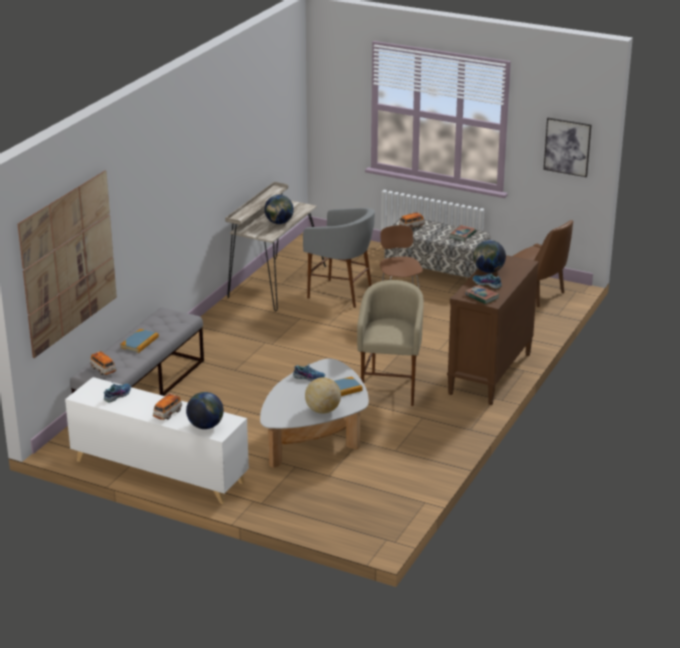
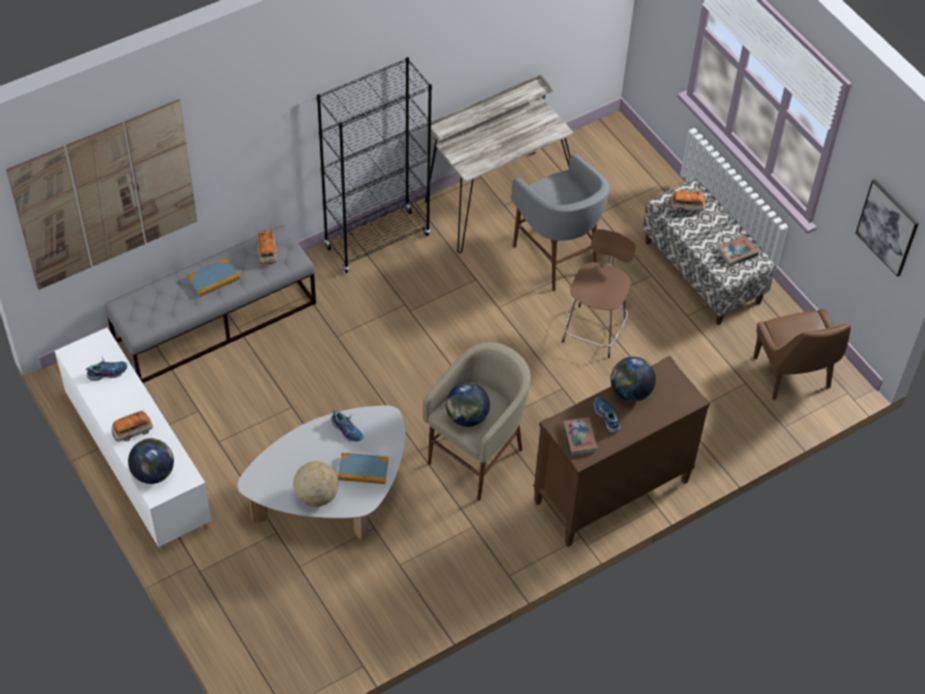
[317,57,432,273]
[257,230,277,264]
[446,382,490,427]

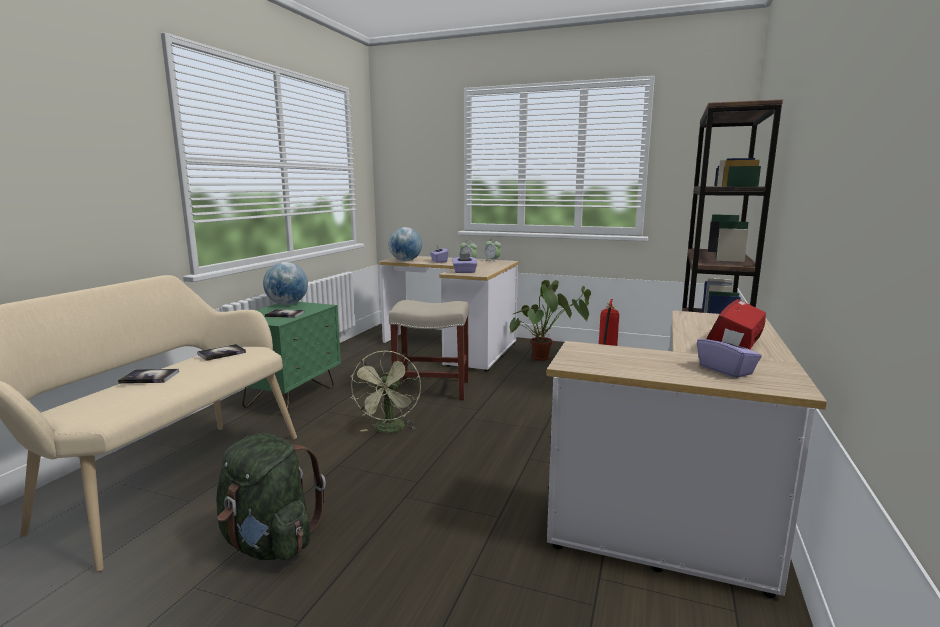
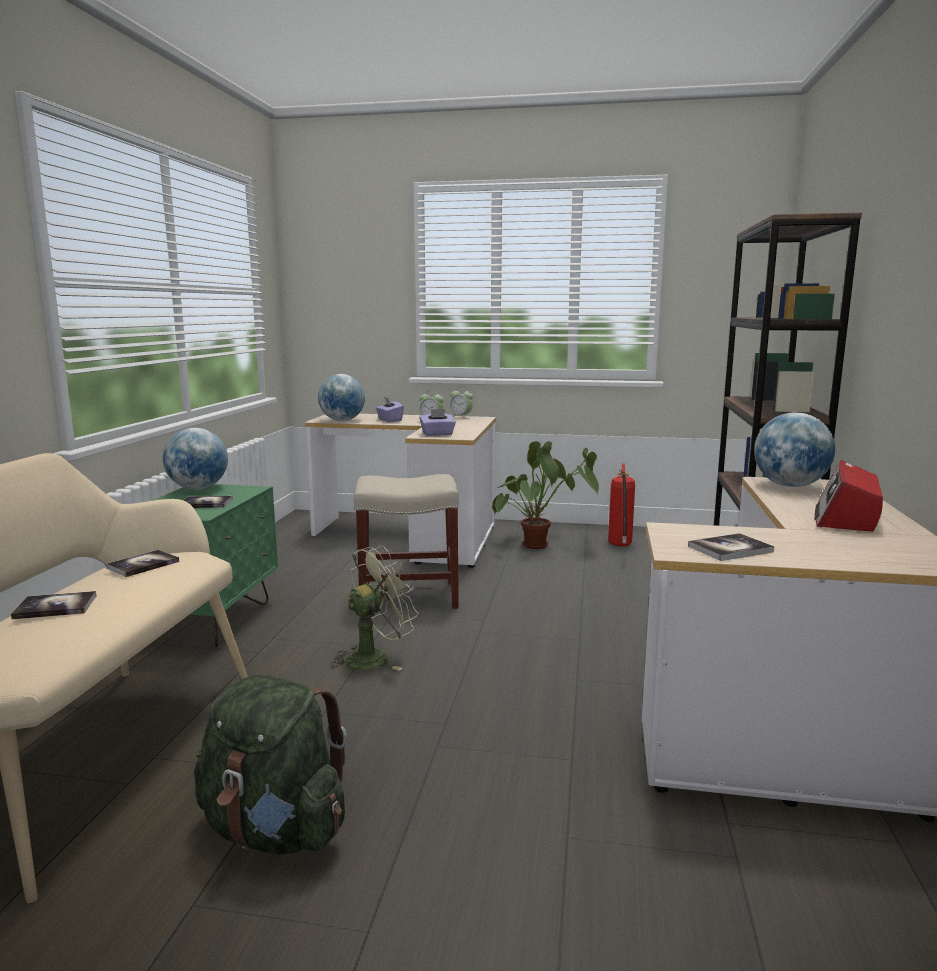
[697,328,762,378] (first image)
[688,533,775,561]
[754,412,835,487]
[330,545,419,671]

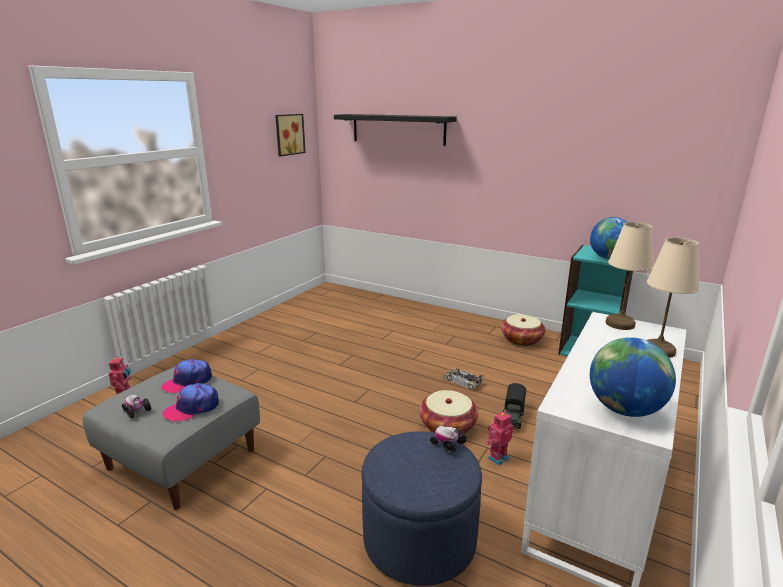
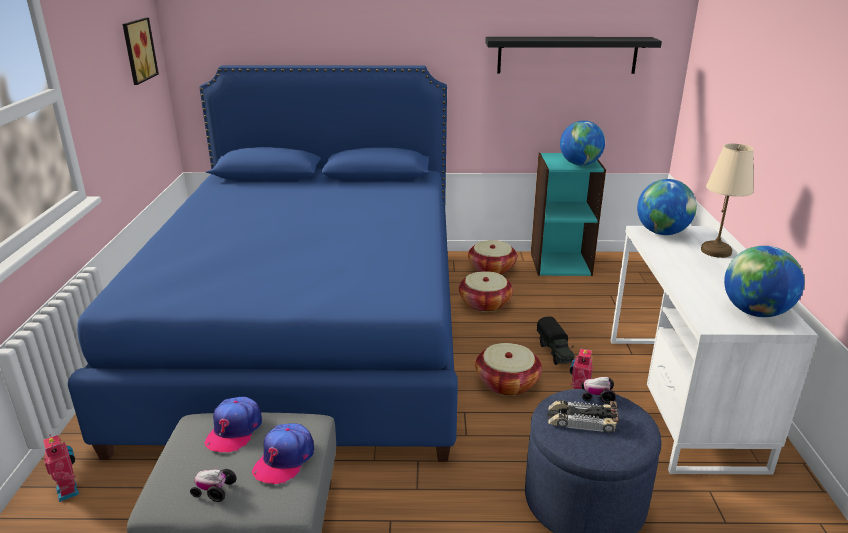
[68,65,458,462]
[459,271,513,312]
[485,37,662,74]
[546,400,619,433]
[637,179,697,235]

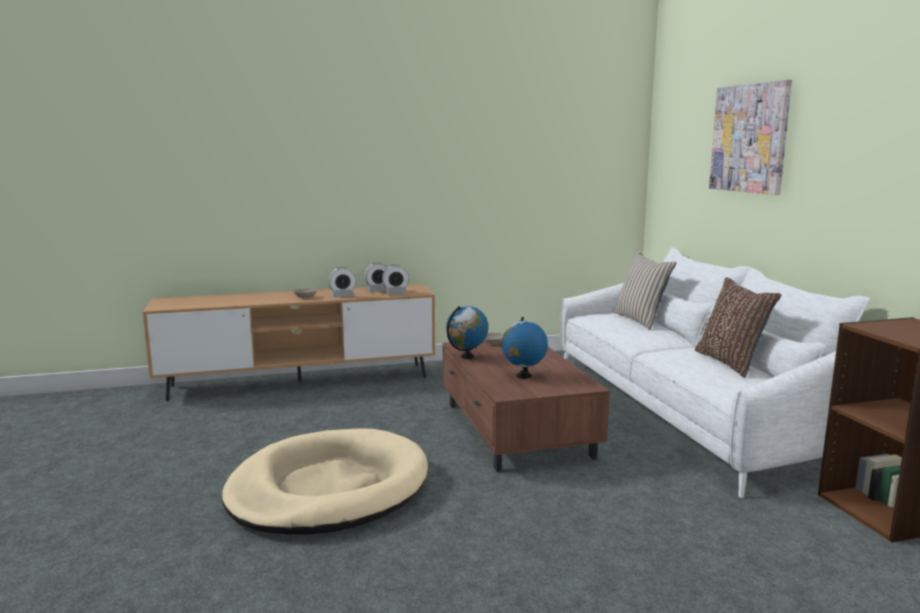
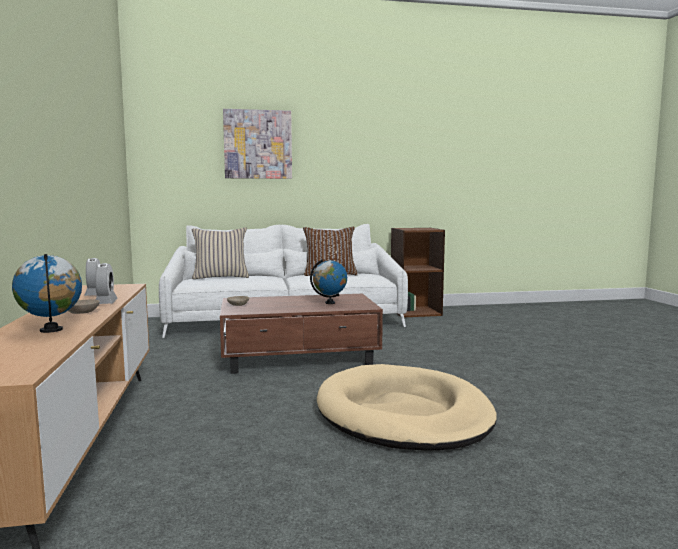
[382,265,409,295] (first image)
[12,254,82,333]

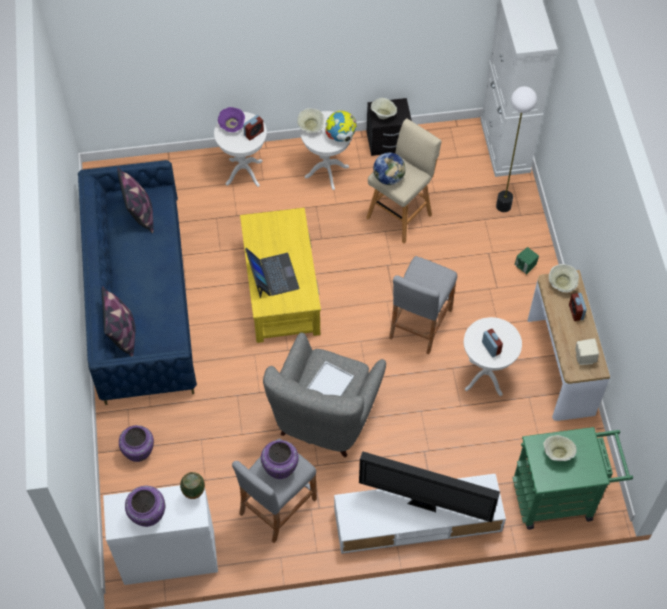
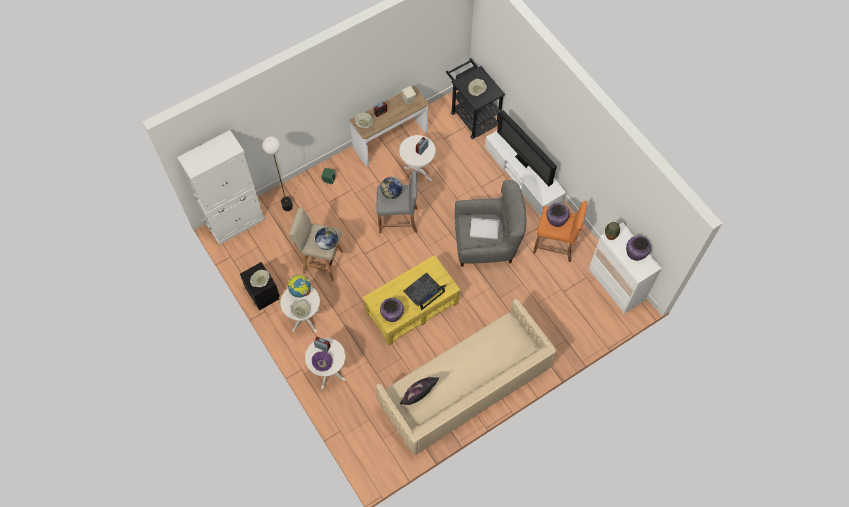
[102,286,136,357] (first image)
[380,177,402,199]
[380,298,404,322]
[376,299,556,455]
[533,201,587,262]
[446,58,505,139]
[497,110,557,186]

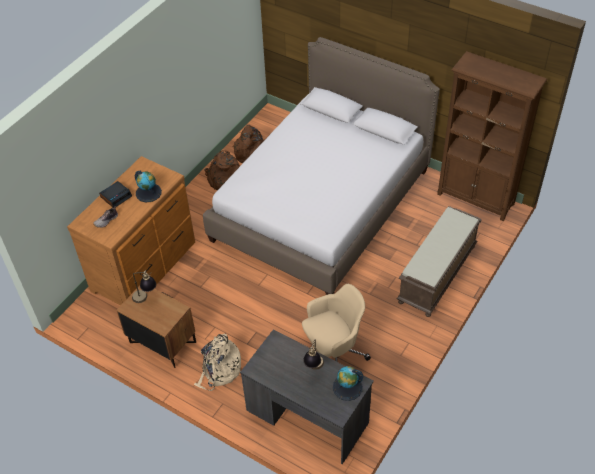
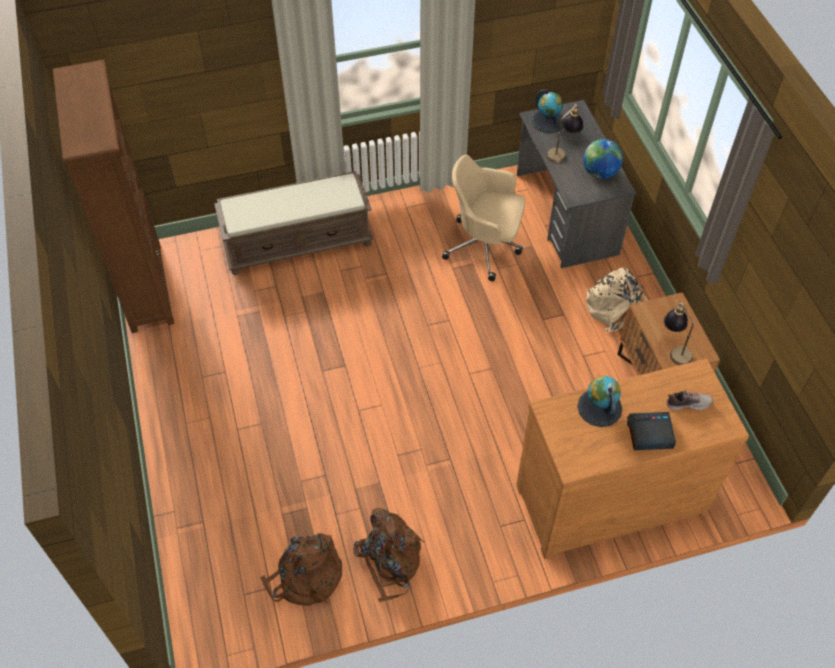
[203,37,440,295] (first image)
[583,139,623,179]

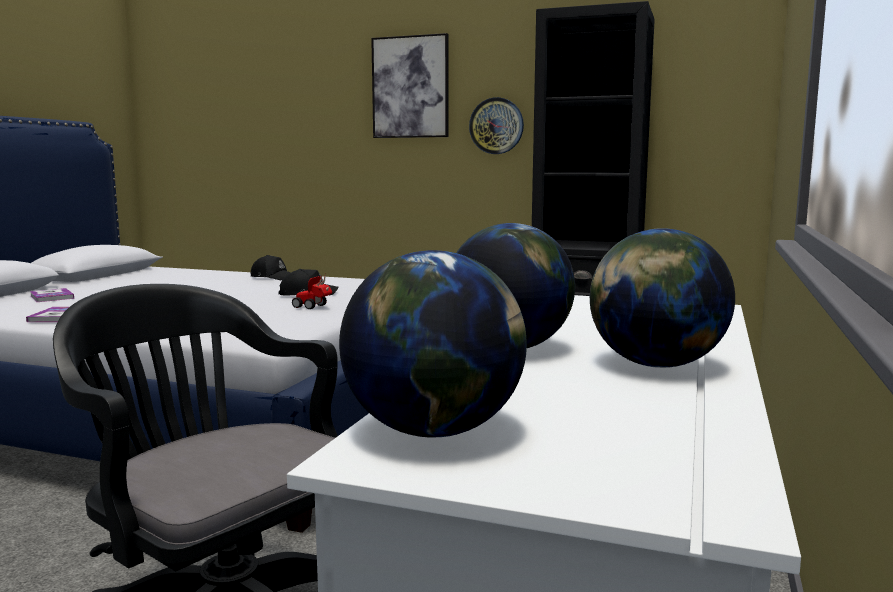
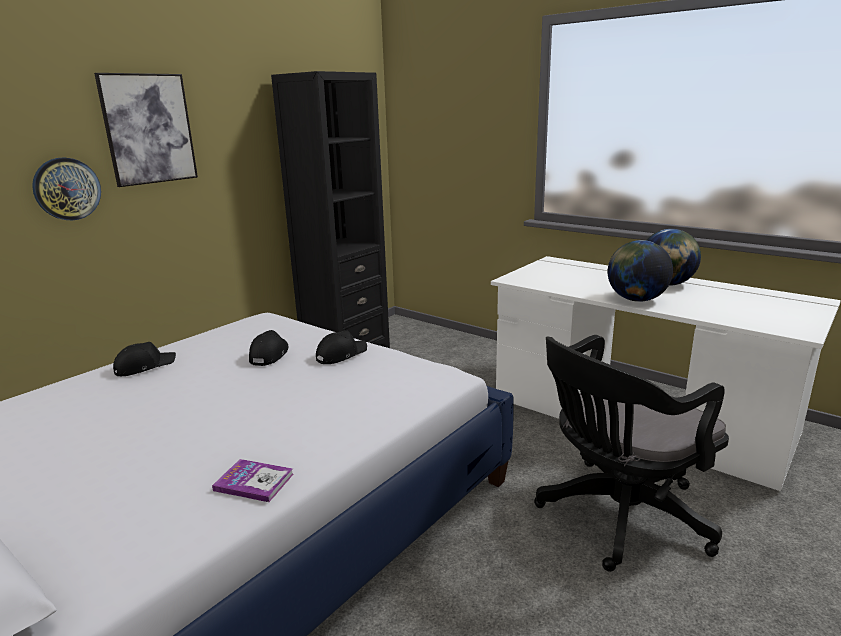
[30,288,74,302] (first image)
[339,250,527,437] (first image)
[32,157,101,220]
[316,330,367,364]

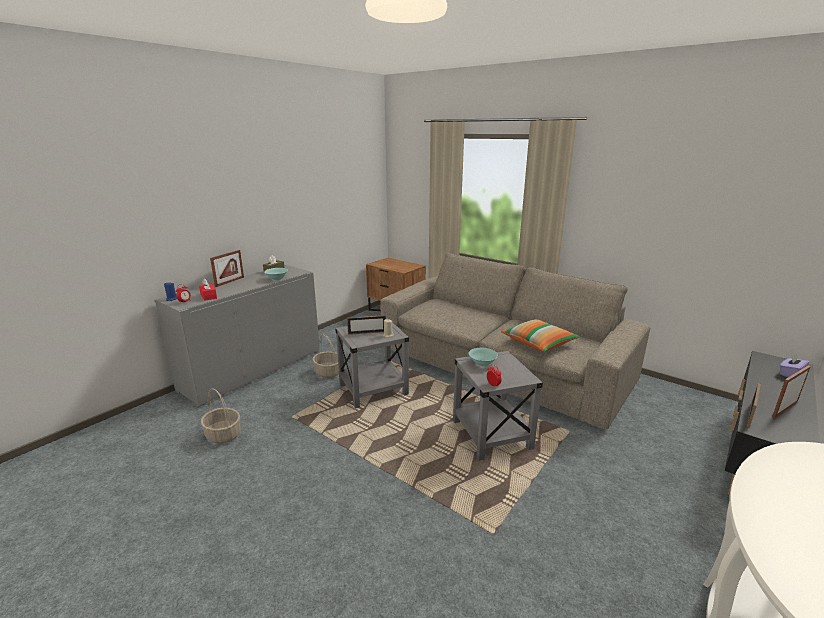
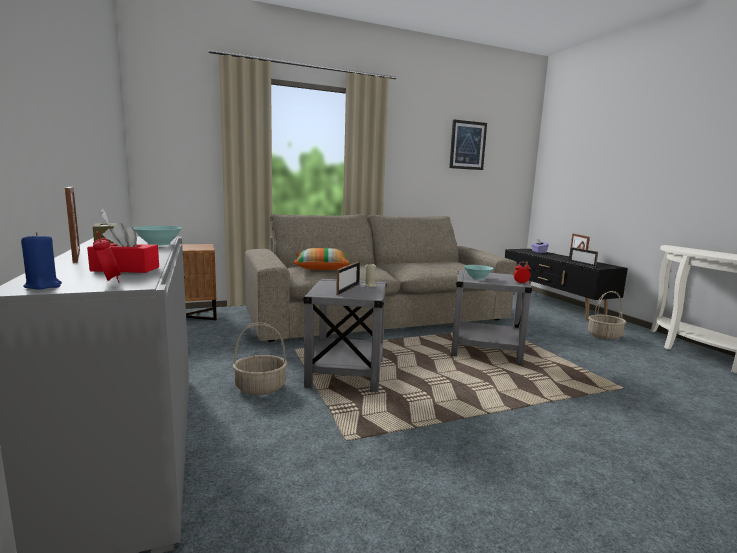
[449,119,487,170]
[588,291,626,340]
[293,248,351,270]

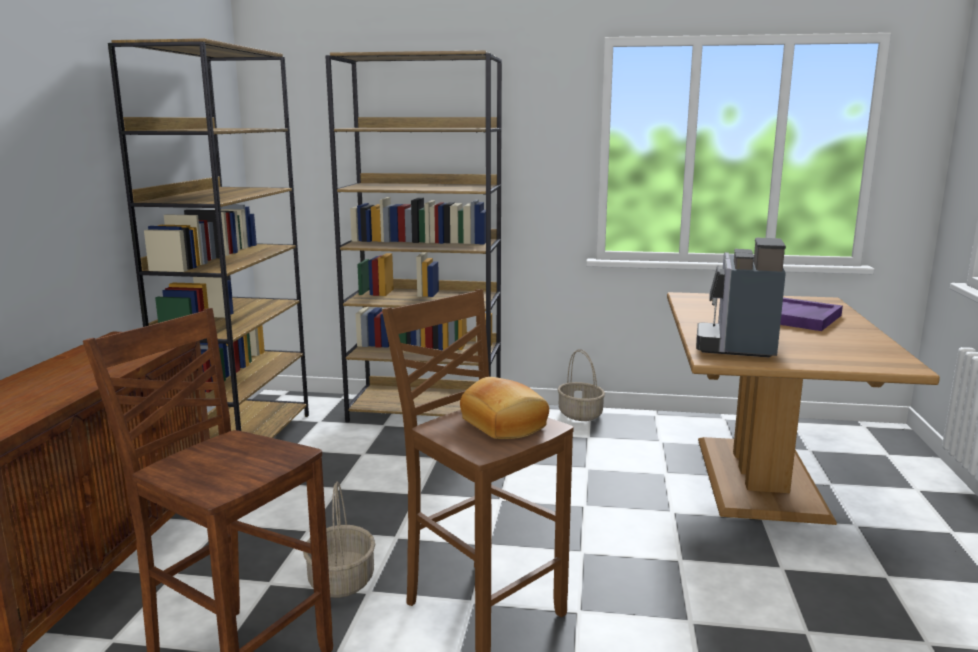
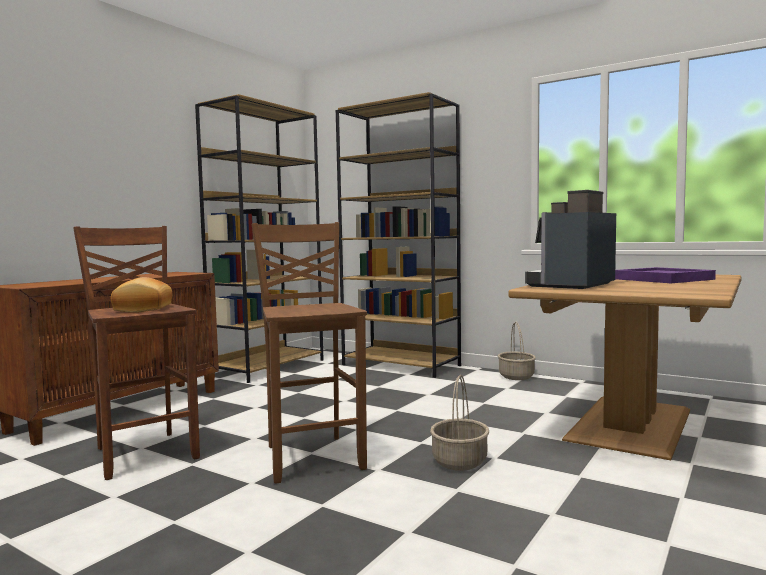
[430,375,489,471]
[111,277,172,312]

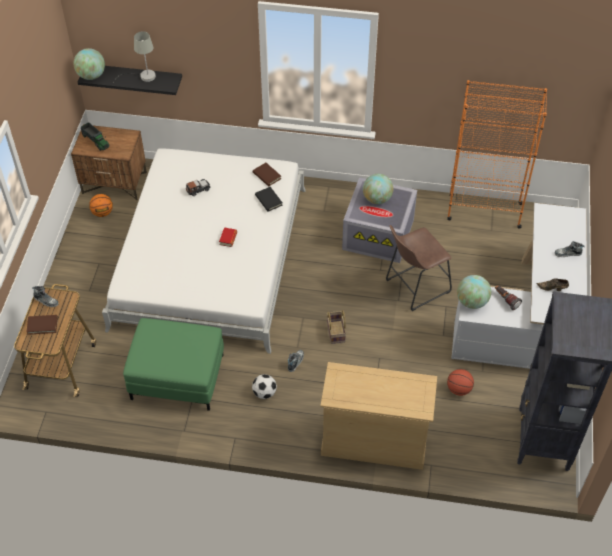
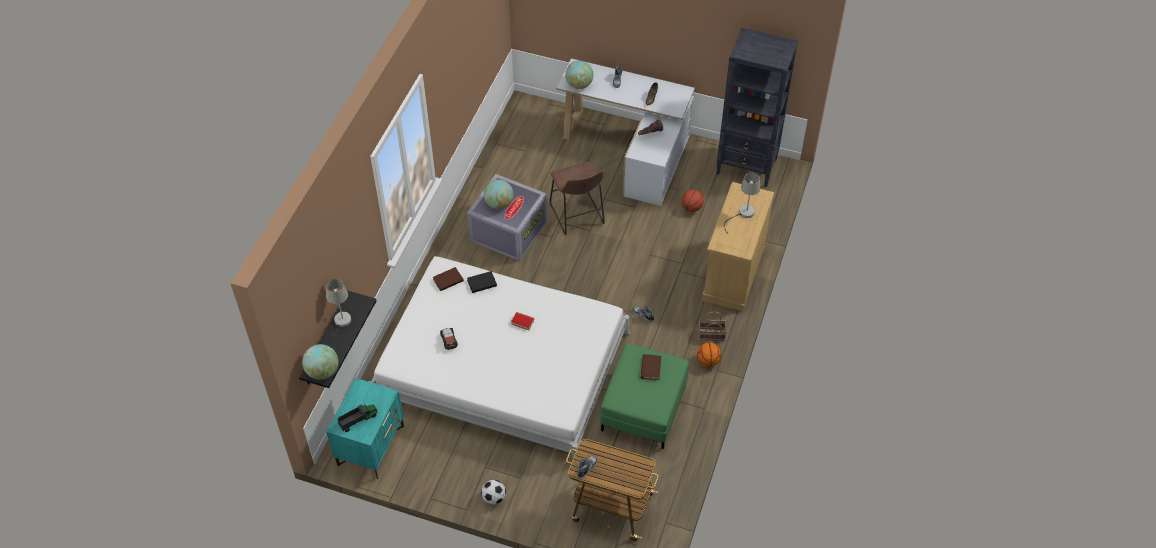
[447,80,547,229] (first image)
[724,173,760,232]
[641,354,661,380]
[697,342,722,367]
[481,480,506,505]
[699,312,727,341]
[565,61,594,89]
[326,378,404,479]

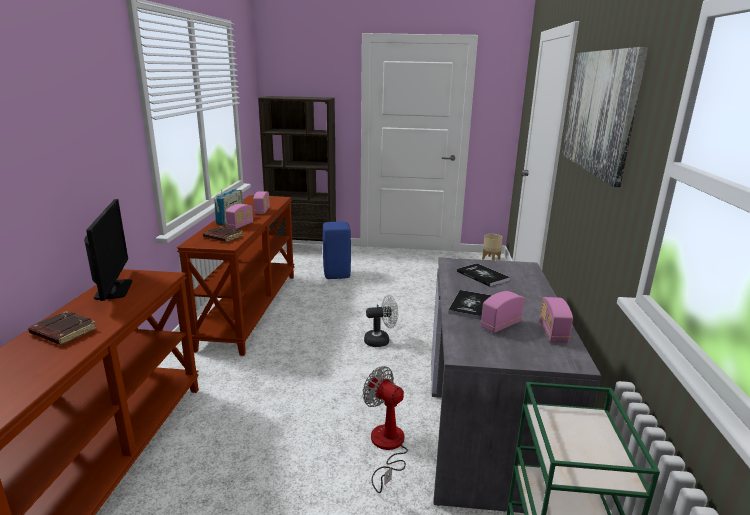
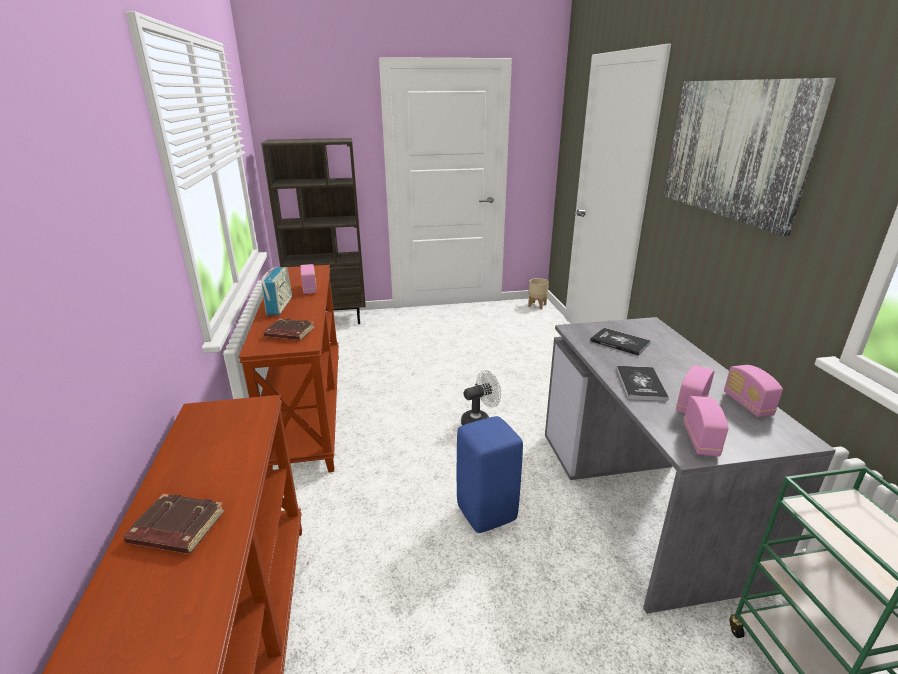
[84,199,132,301] (first image)
[363,366,408,493] (first image)
[683,396,729,456]
[457,416,523,533]

